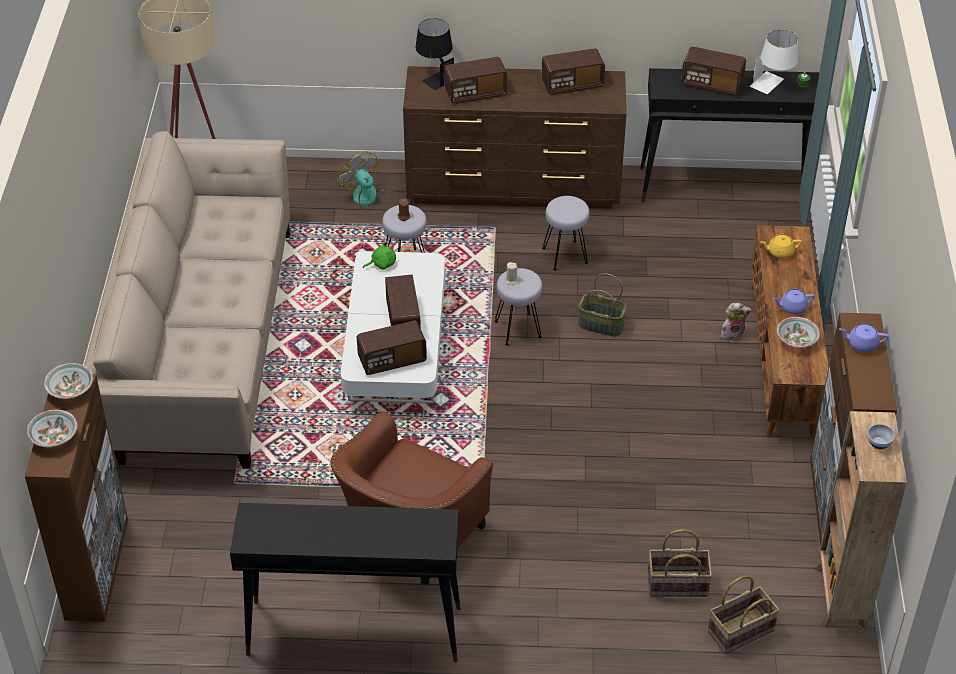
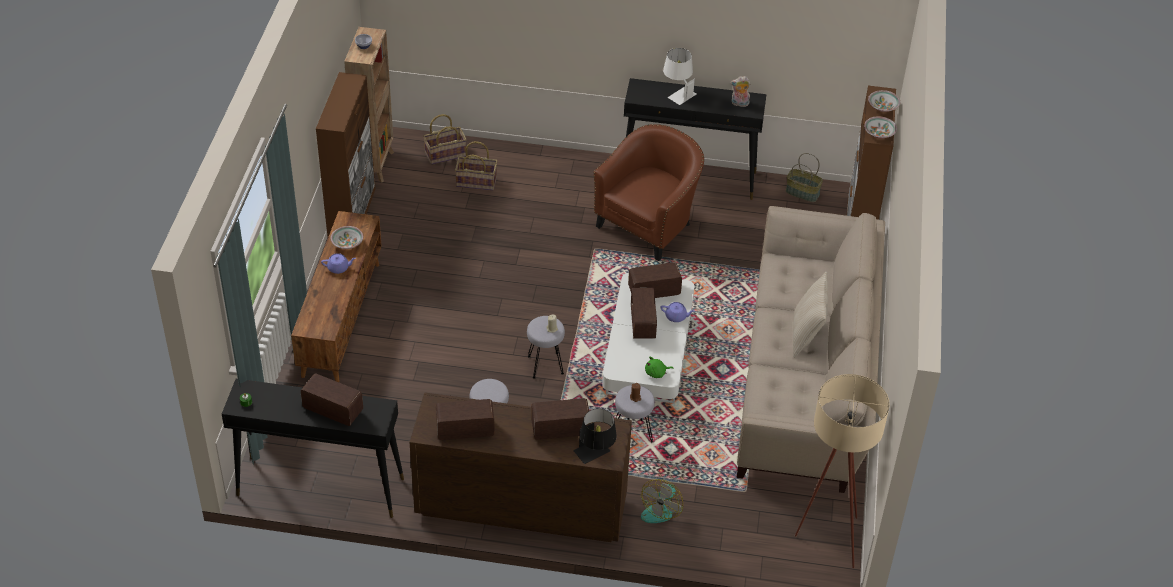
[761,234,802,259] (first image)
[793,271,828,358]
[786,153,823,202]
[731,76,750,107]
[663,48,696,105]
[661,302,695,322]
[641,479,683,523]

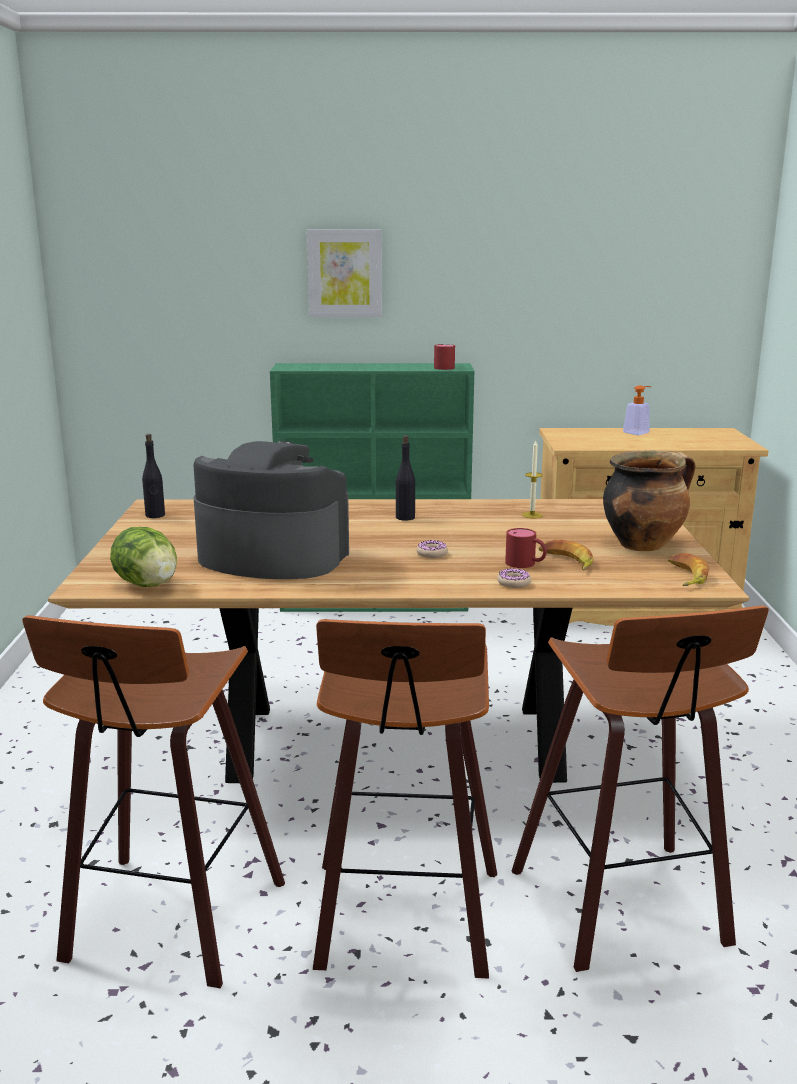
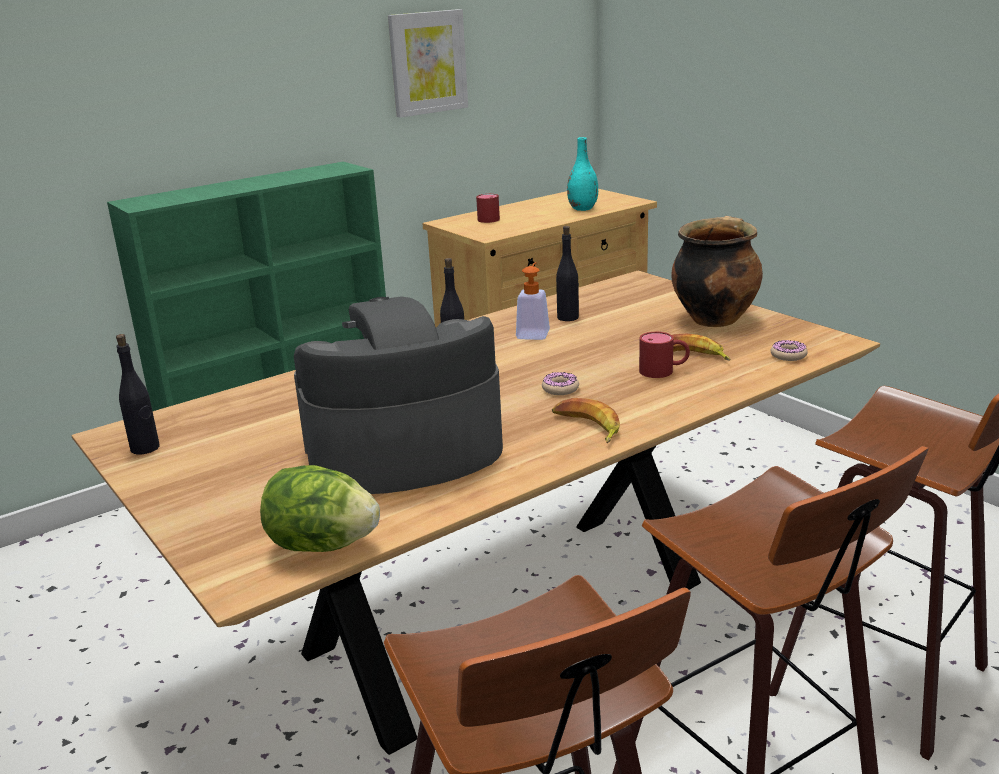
[567,137,598,211]
[388,9,468,118]
[476,194,500,223]
[771,340,808,361]
[516,262,550,340]
[552,398,620,443]
[556,226,579,321]

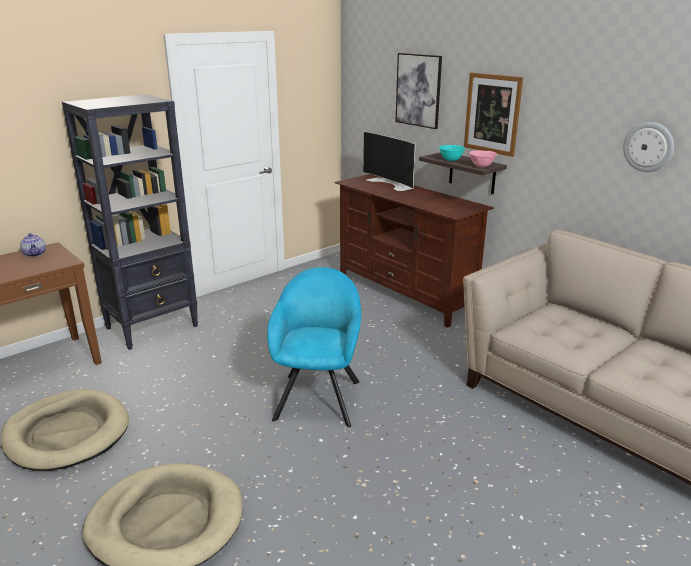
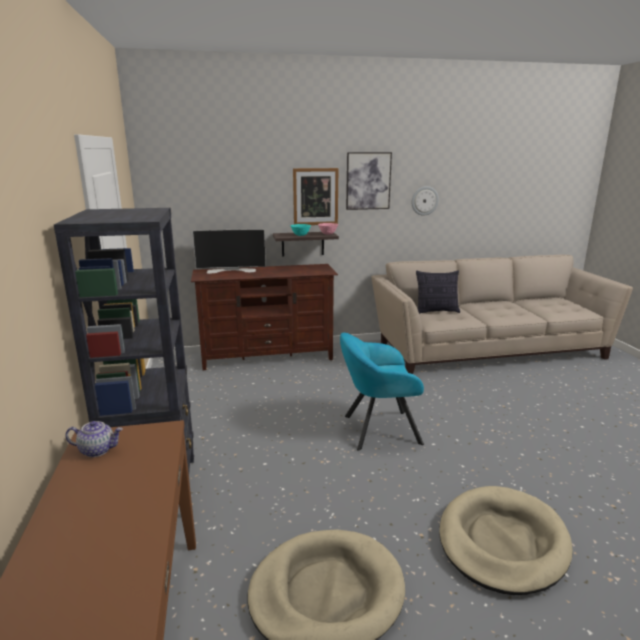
[416,270,460,314]
[346,152,392,210]
[340,333,424,451]

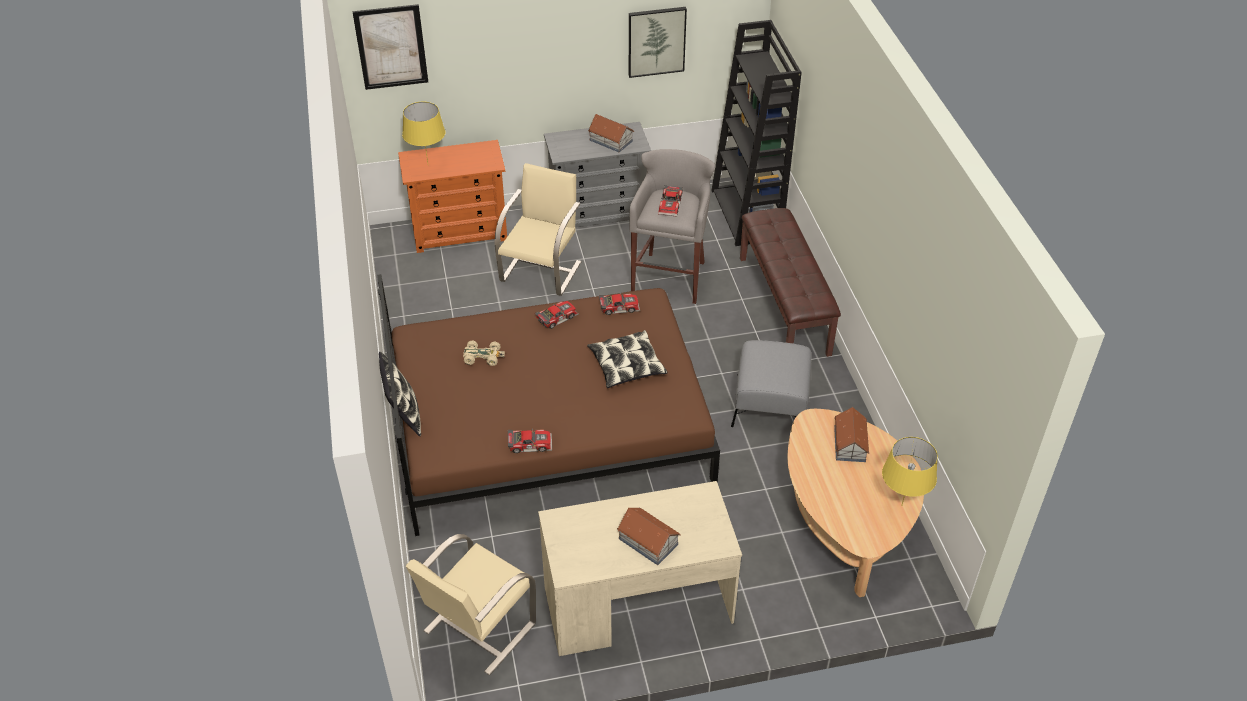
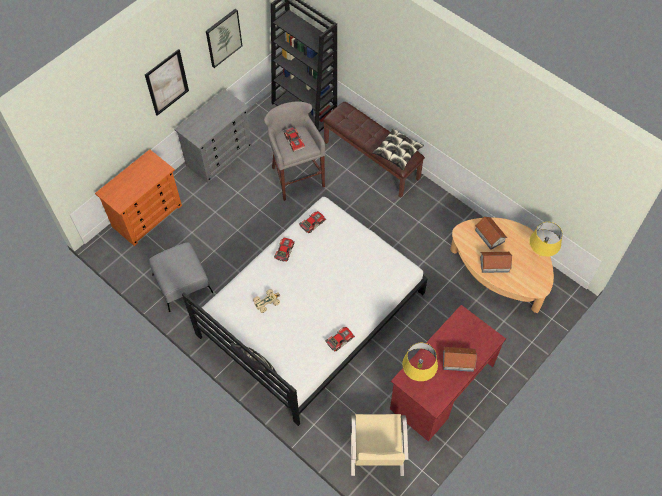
[494,163,582,296] (first image)
[145,49,189,116]
[402,343,438,381]
[372,128,424,171]
[480,252,512,273]
[149,242,213,312]
[182,197,428,426]
[390,305,506,442]

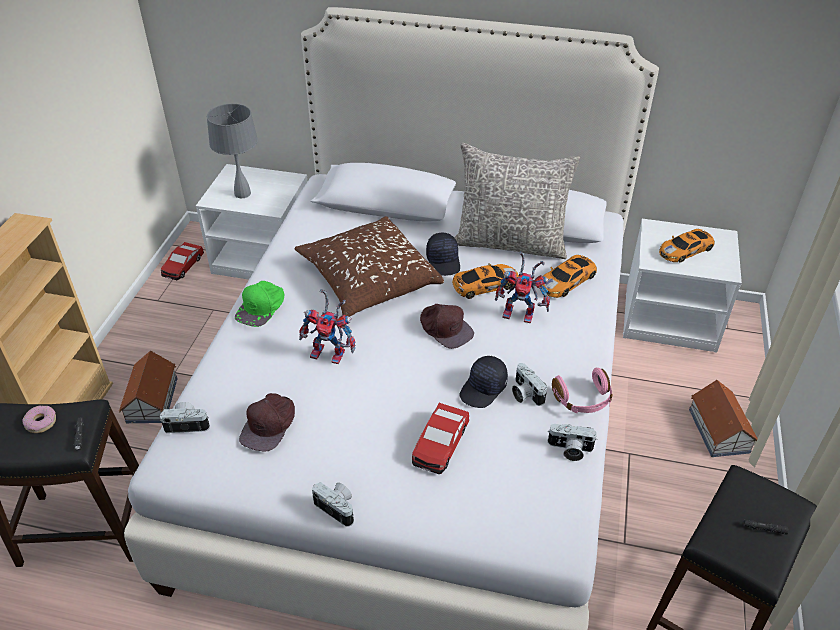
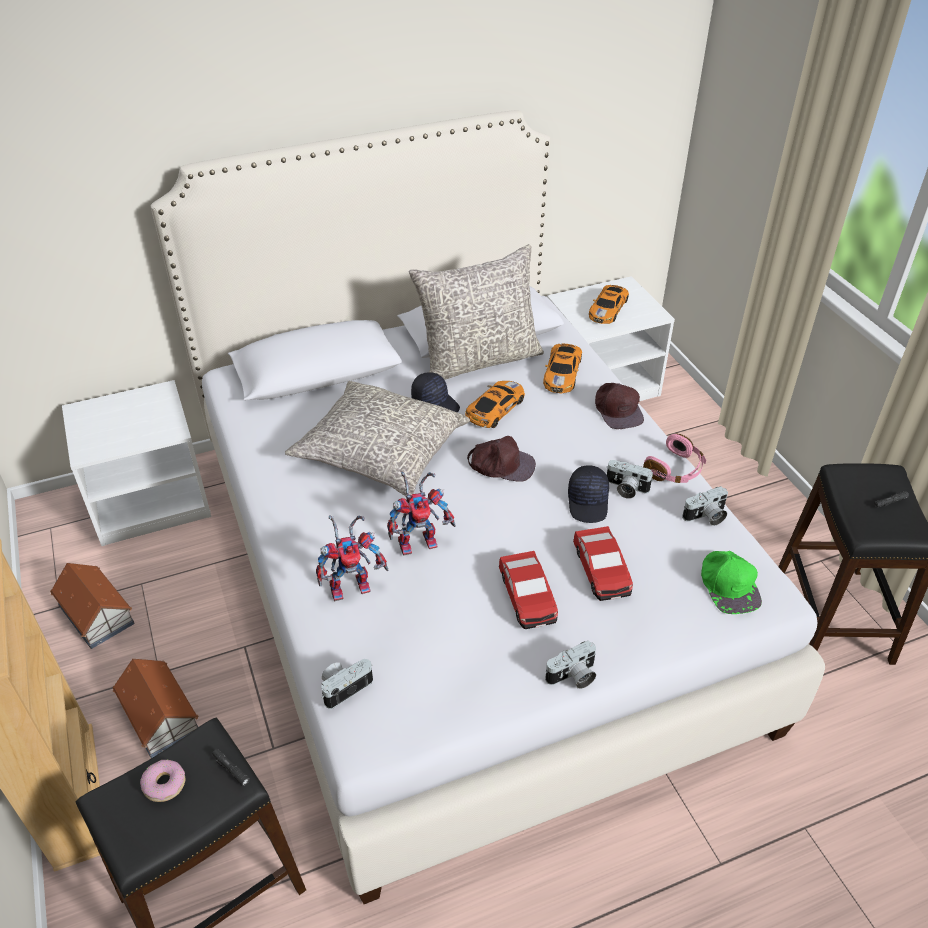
[207,104,258,198] (first image)
[499,551,558,629]
[701,551,762,614]
[595,383,644,429]
[316,515,388,601]
[50,563,134,649]
[285,381,470,496]
[545,641,596,689]

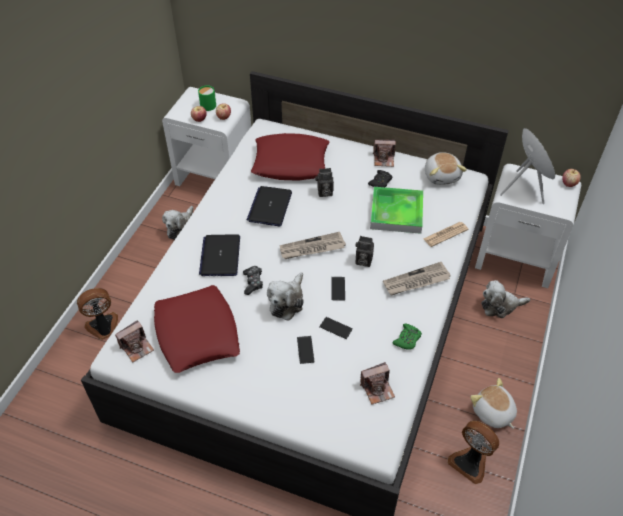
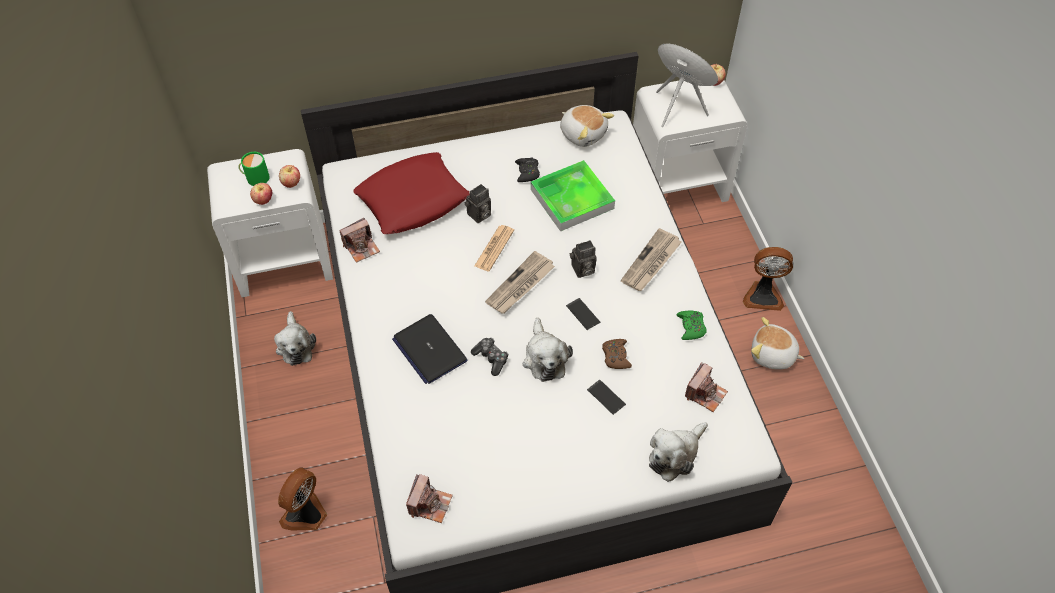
[154,285,240,373] (first image)
[247,186,292,226] (first image)
[339,218,380,263]
[474,225,514,272]
[743,247,793,311]
[649,422,708,482]
[602,339,632,369]

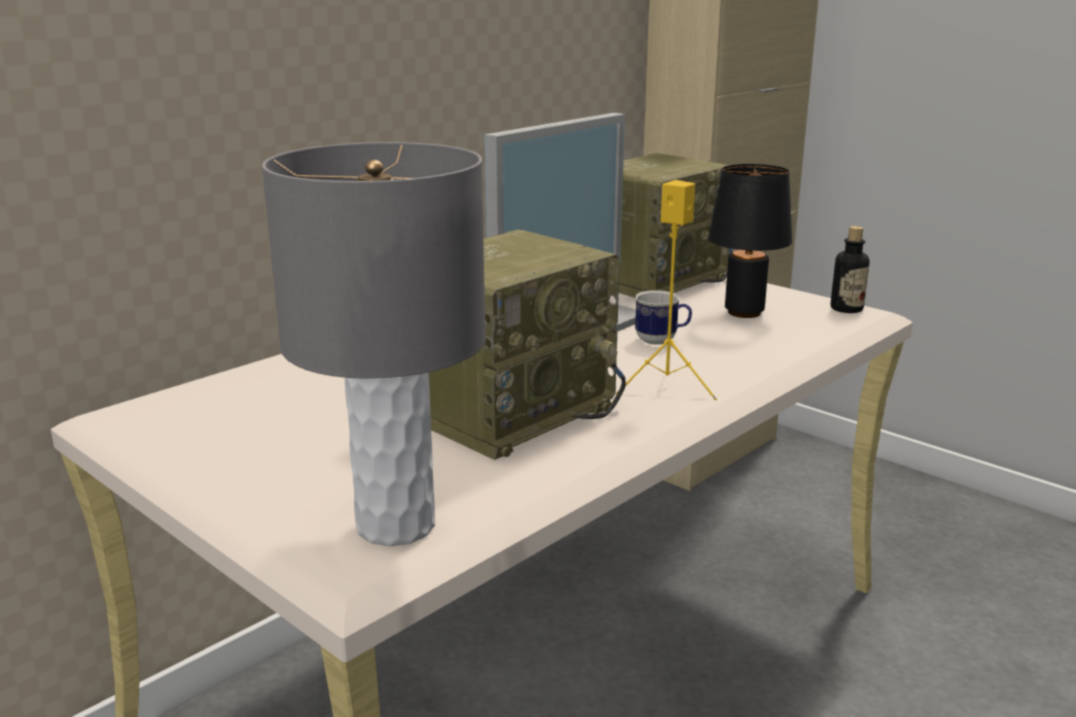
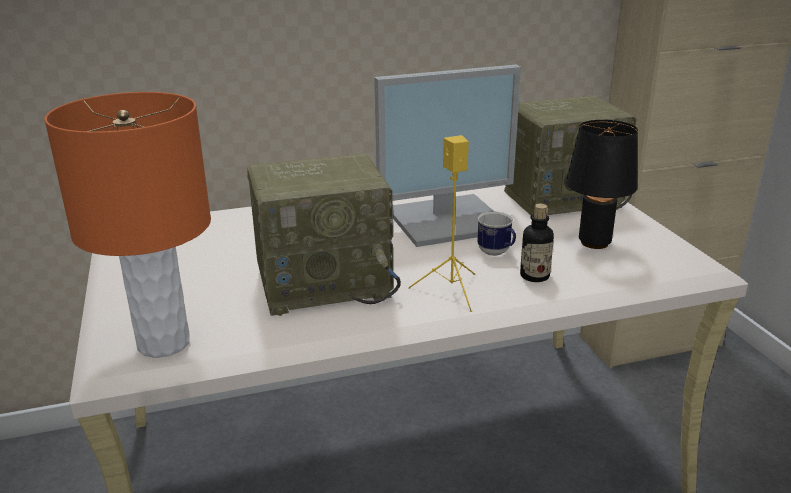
[520,204,554,282]
[44,92,211,358]

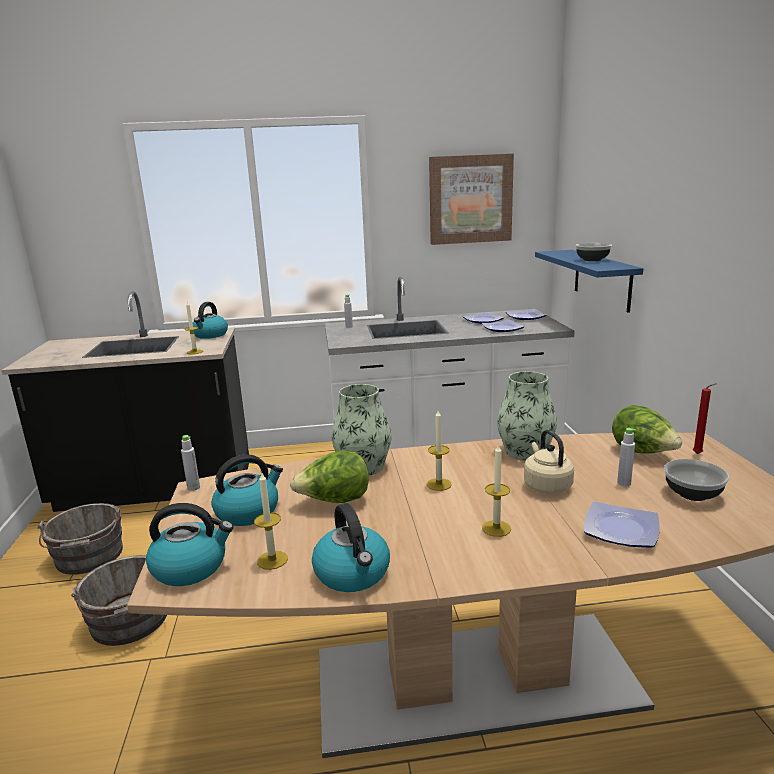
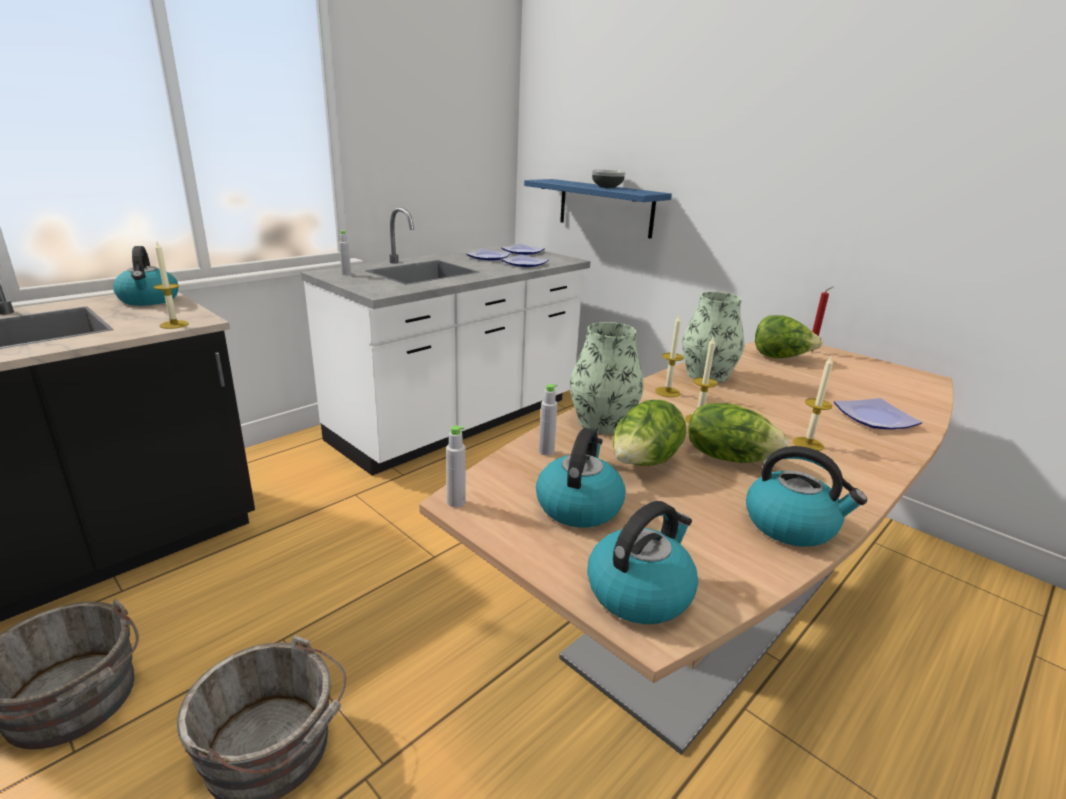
[429,154,514,245] (first image)
[524,430,574,494] (first image)
[664,459,729,501] (first image)
[688,403,789,463]
[655,316,684,397]
[539,384,557,456]

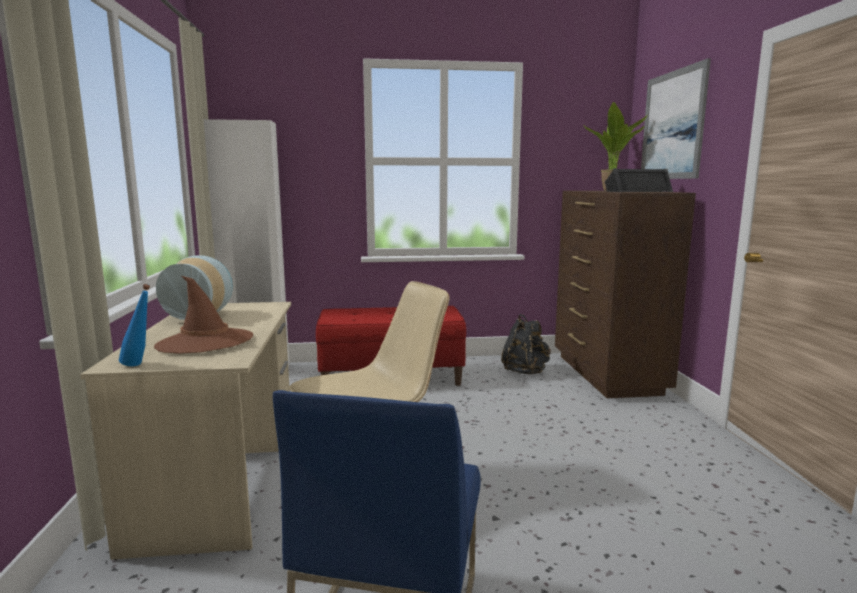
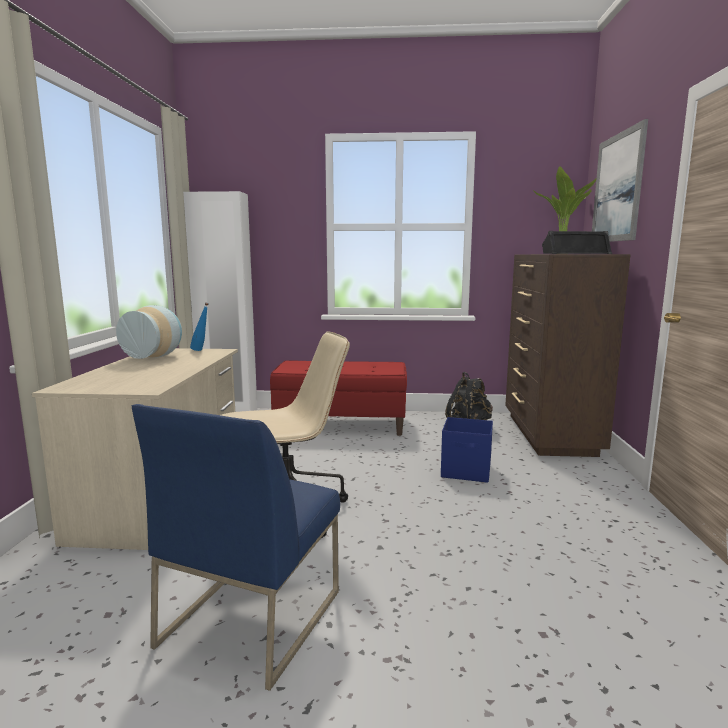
[154,276,253,354] (first image)
[441,417,493,483]
[190,303,209,351]

